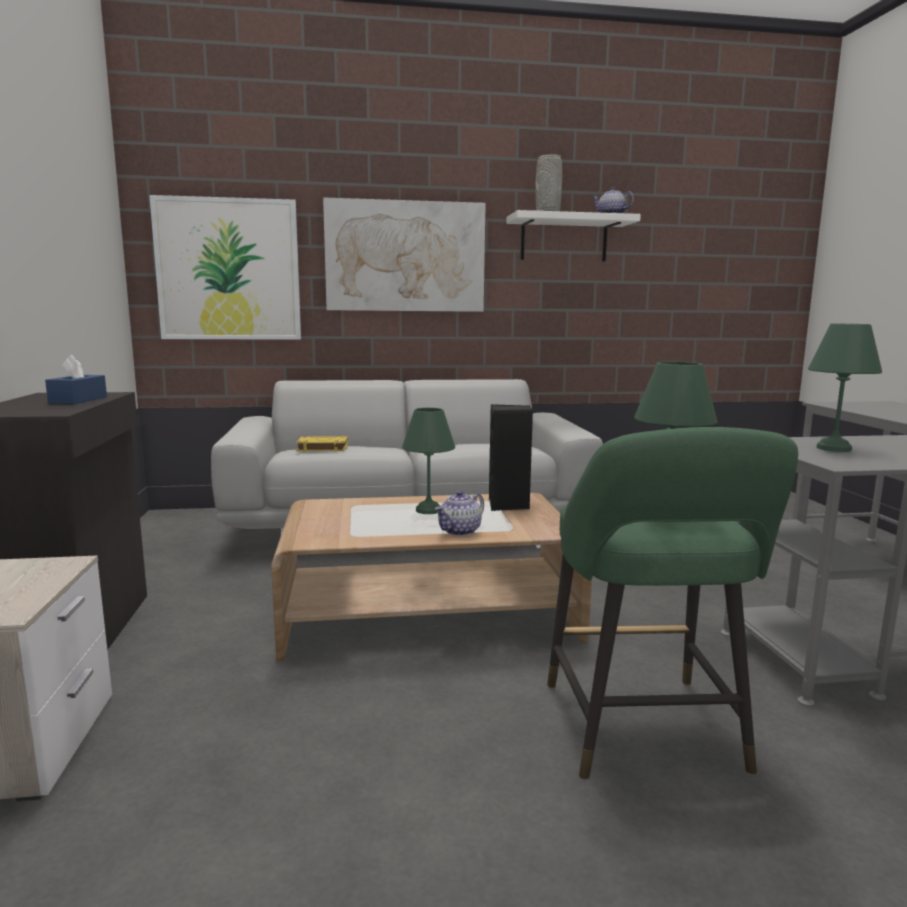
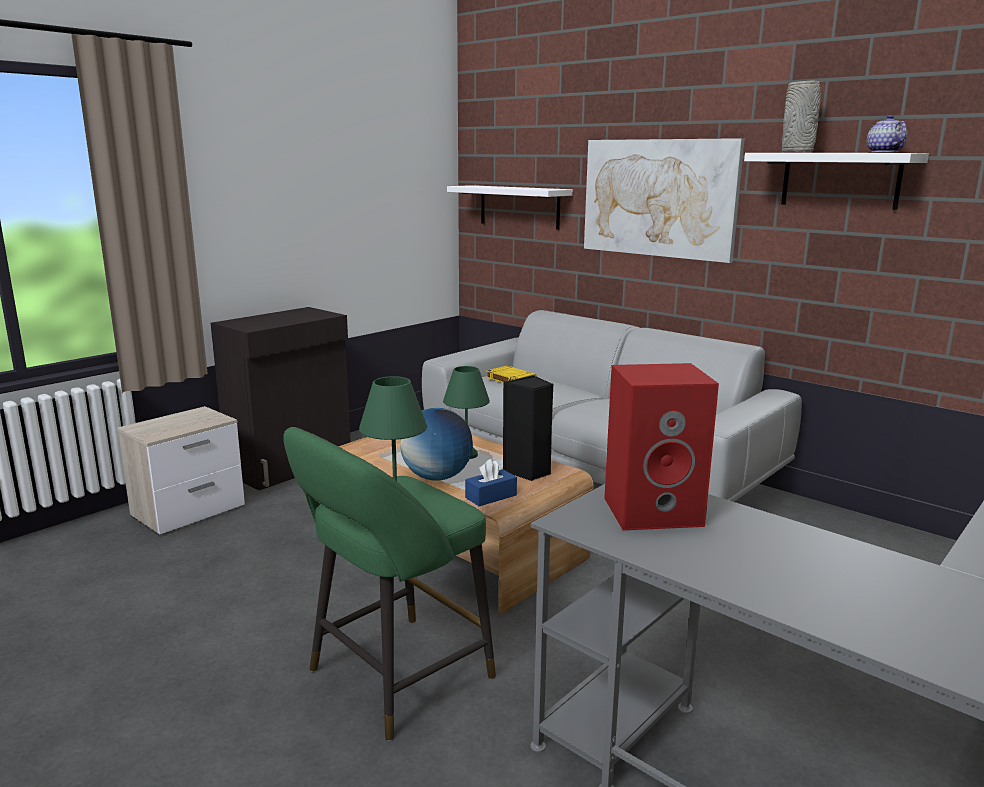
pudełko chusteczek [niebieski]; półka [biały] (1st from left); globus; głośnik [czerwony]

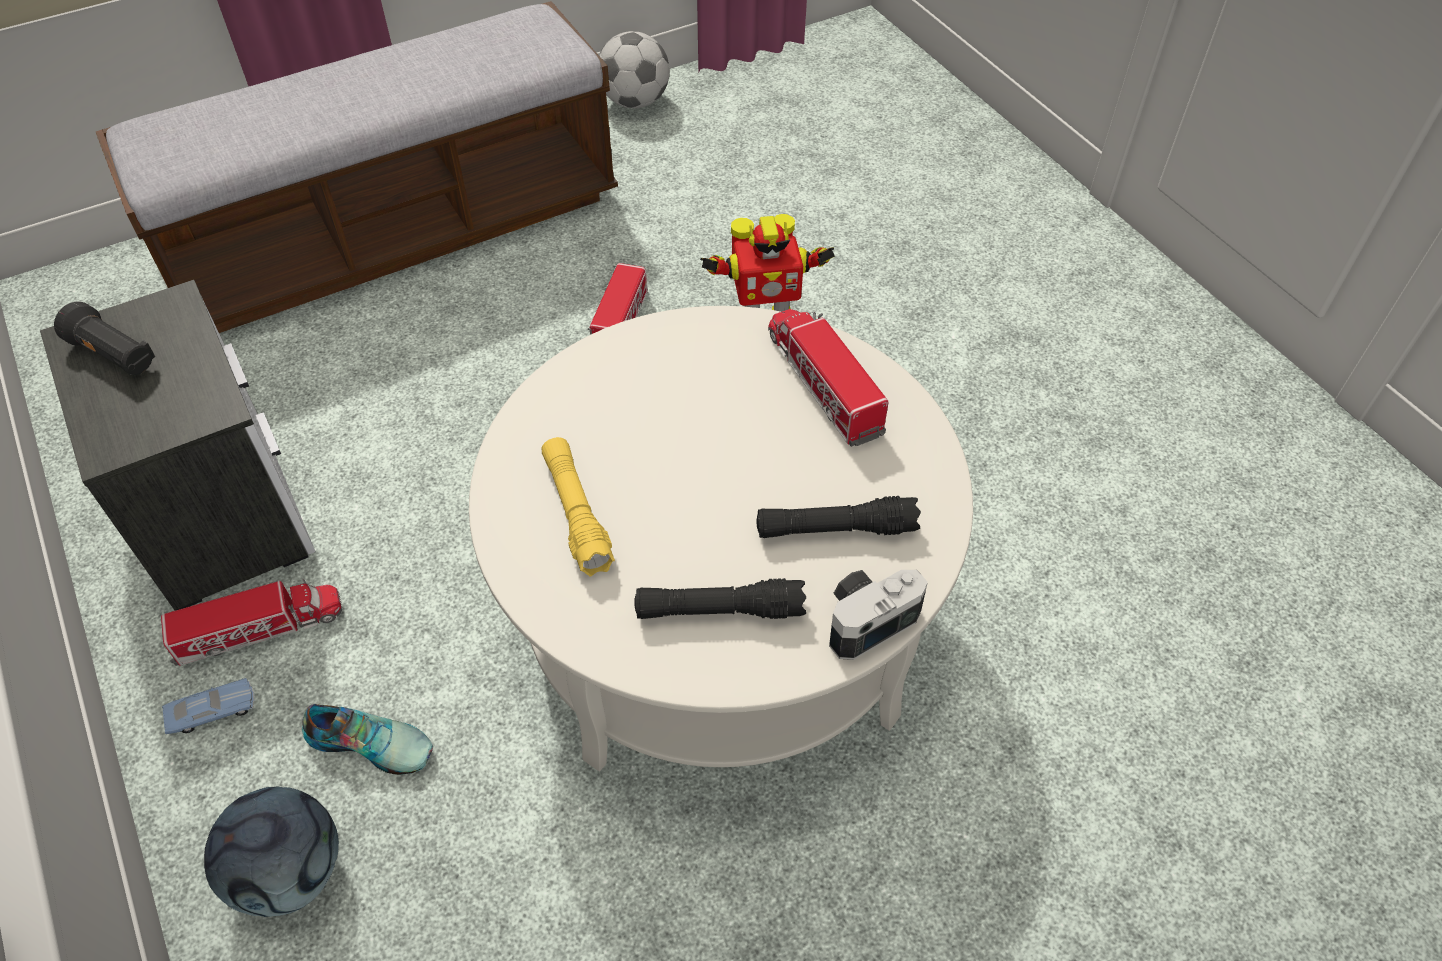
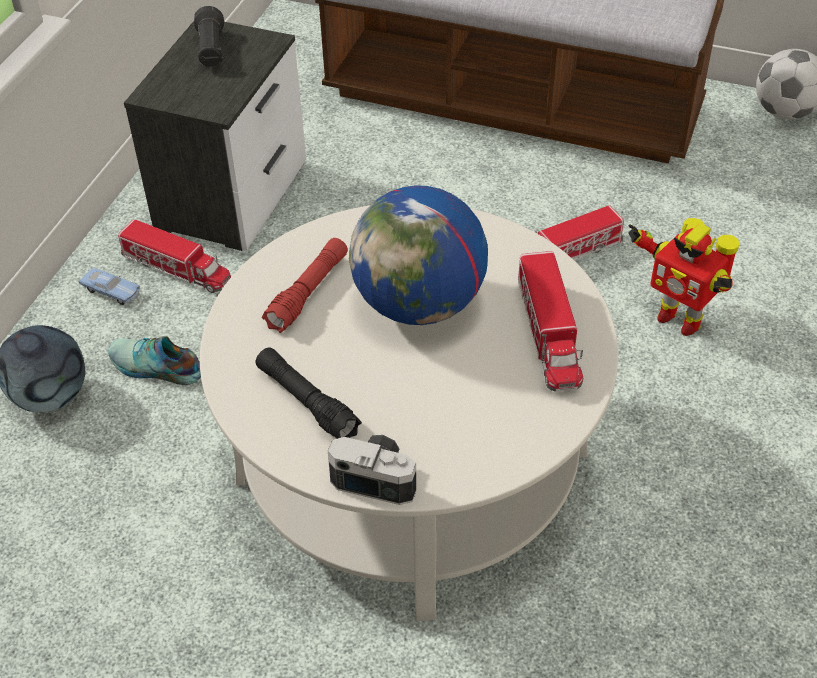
latarka [czarny] (3rd from left in the first image); globus; latarka [czerwony]; but; ciężarówka zabawkowa (2nd from left)

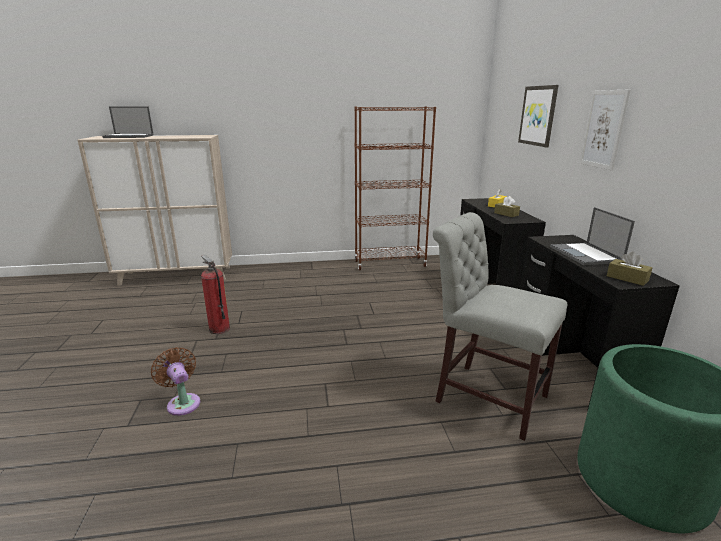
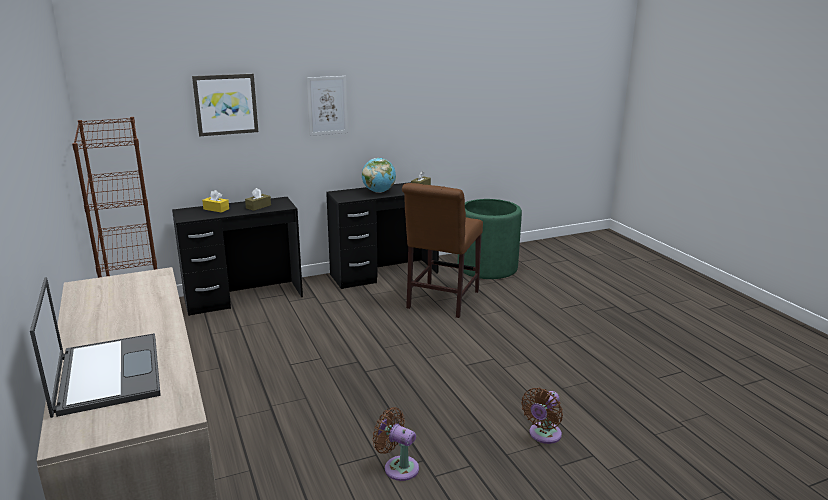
wentylator [brązowy] (1st from left); globus; krzesło [brązowy]

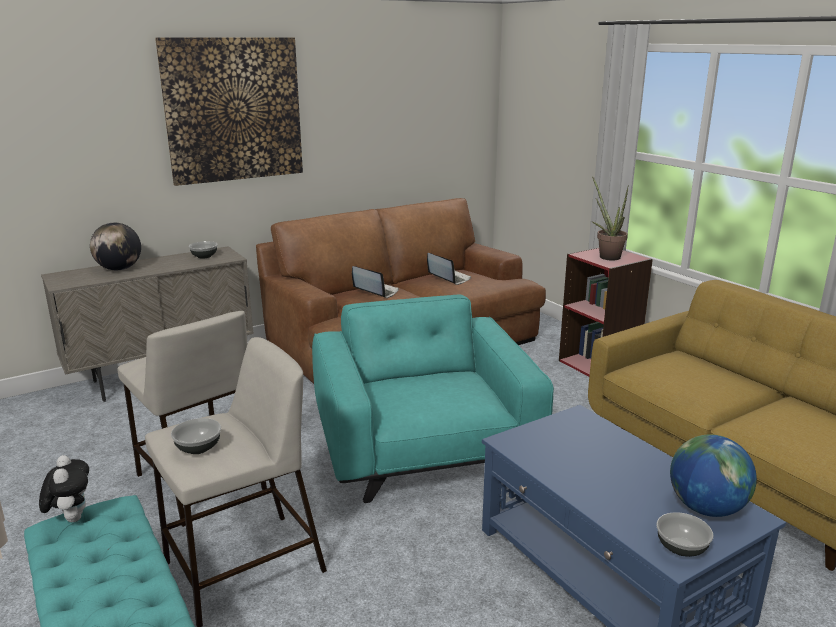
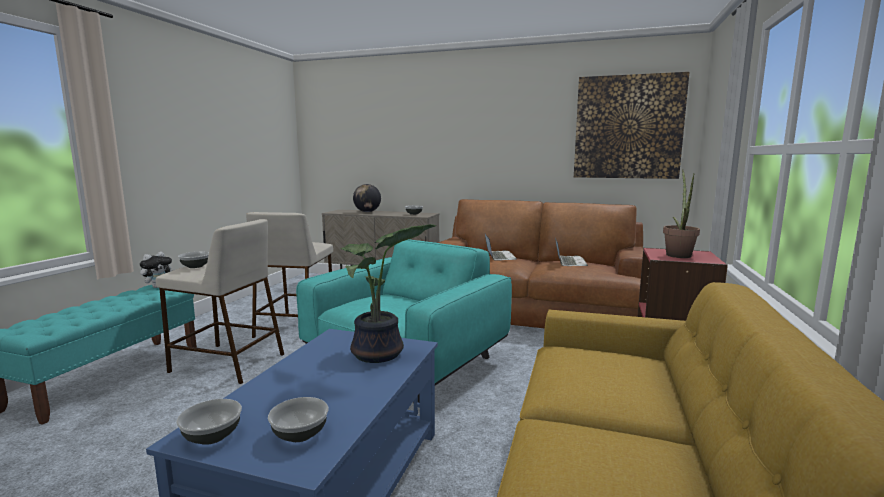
roślina doniczkowa (1st from left); obraz; miska (3rd from left)

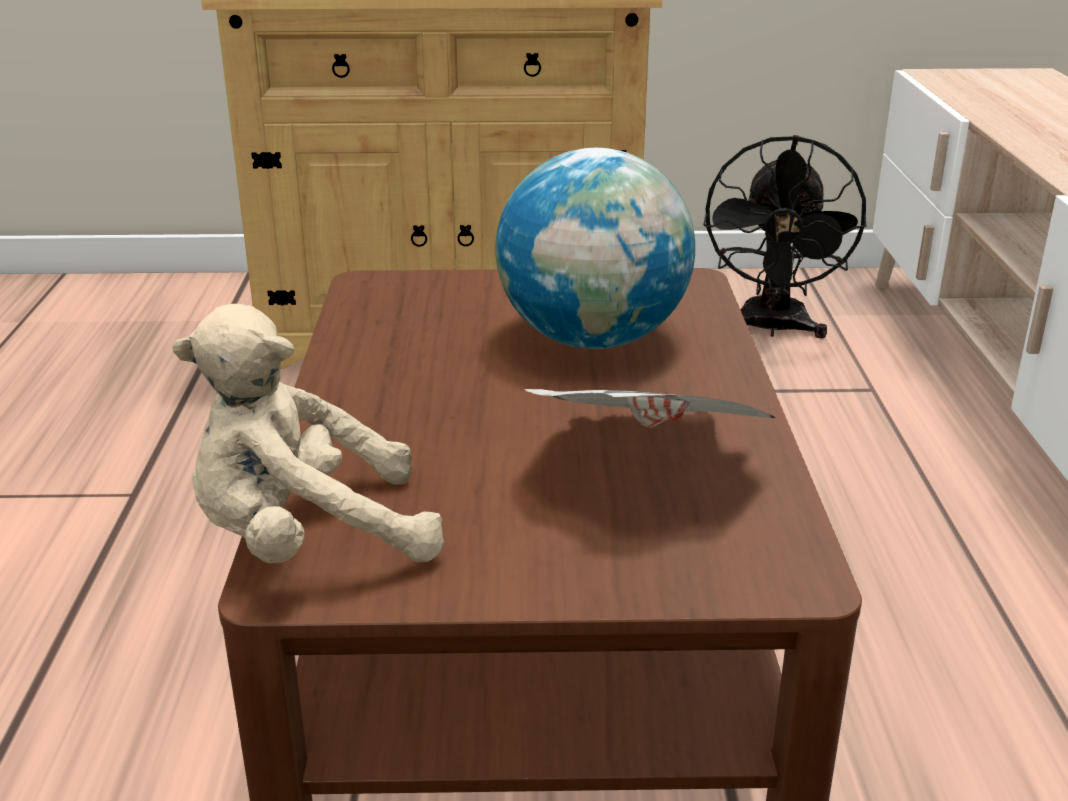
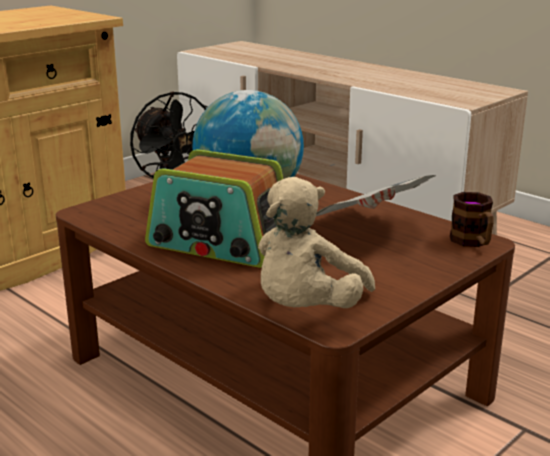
radio; kubek

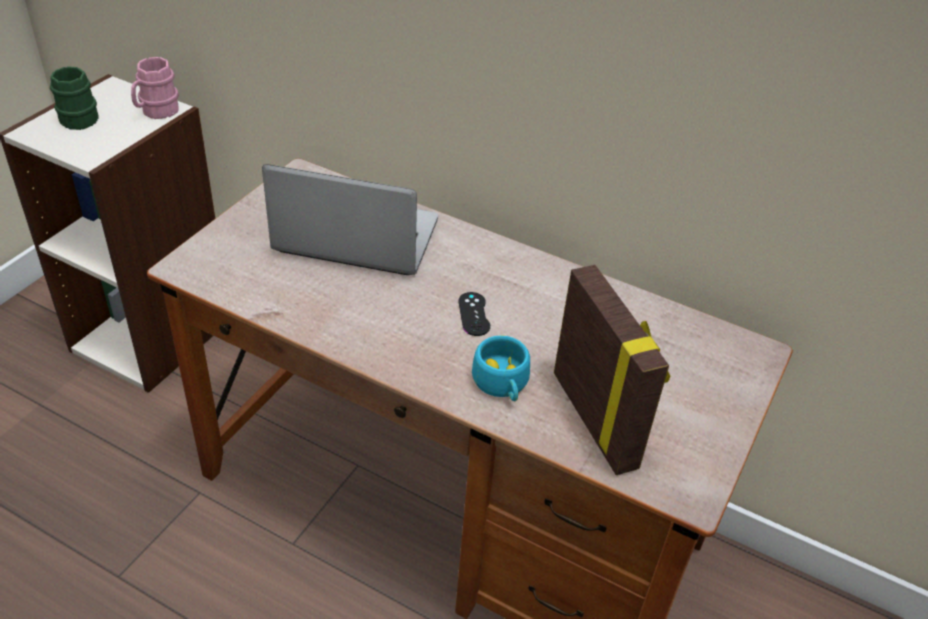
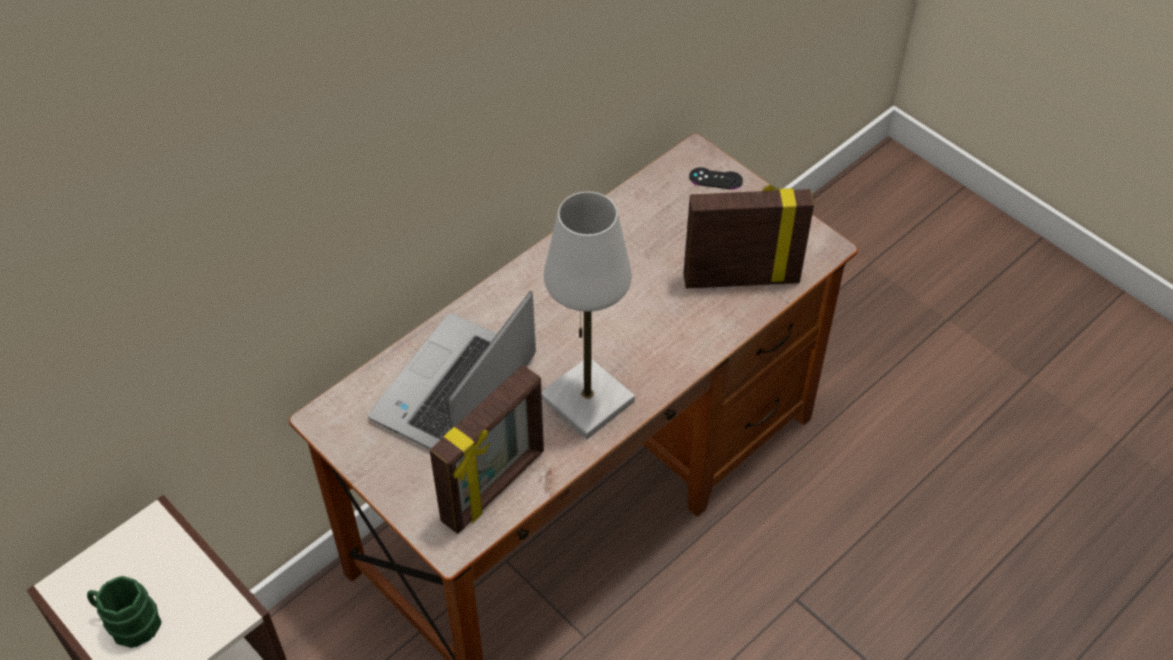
kubek [różowy]; filiżanka [turkusowy]; ramka na zdjęcie (1st from left); lampa stołowa [biały]; pad do gier [czarny]

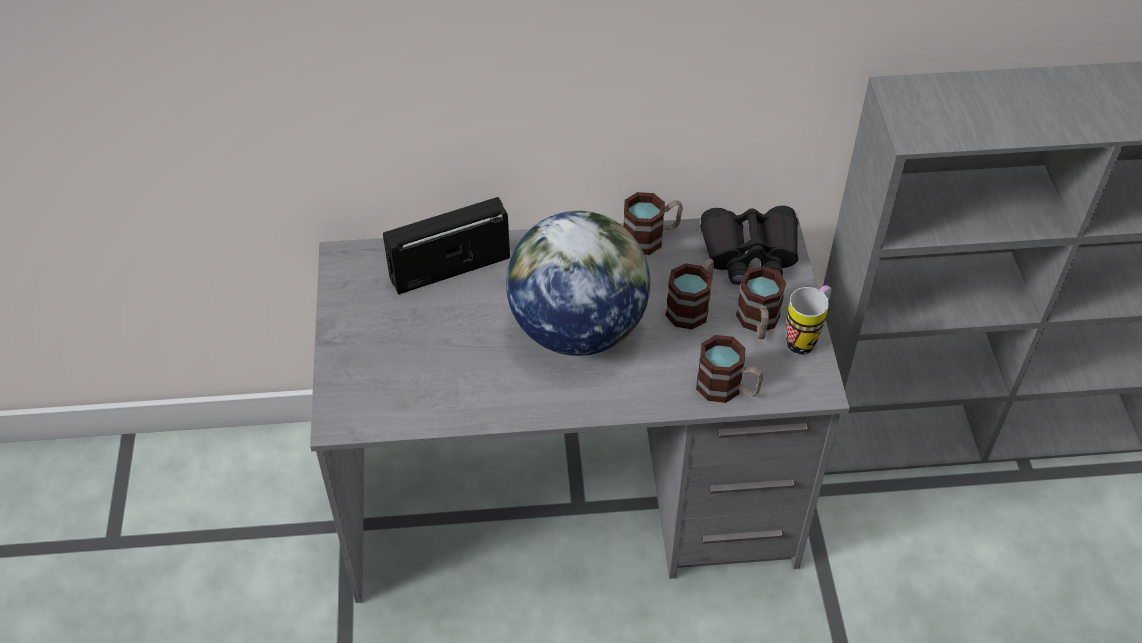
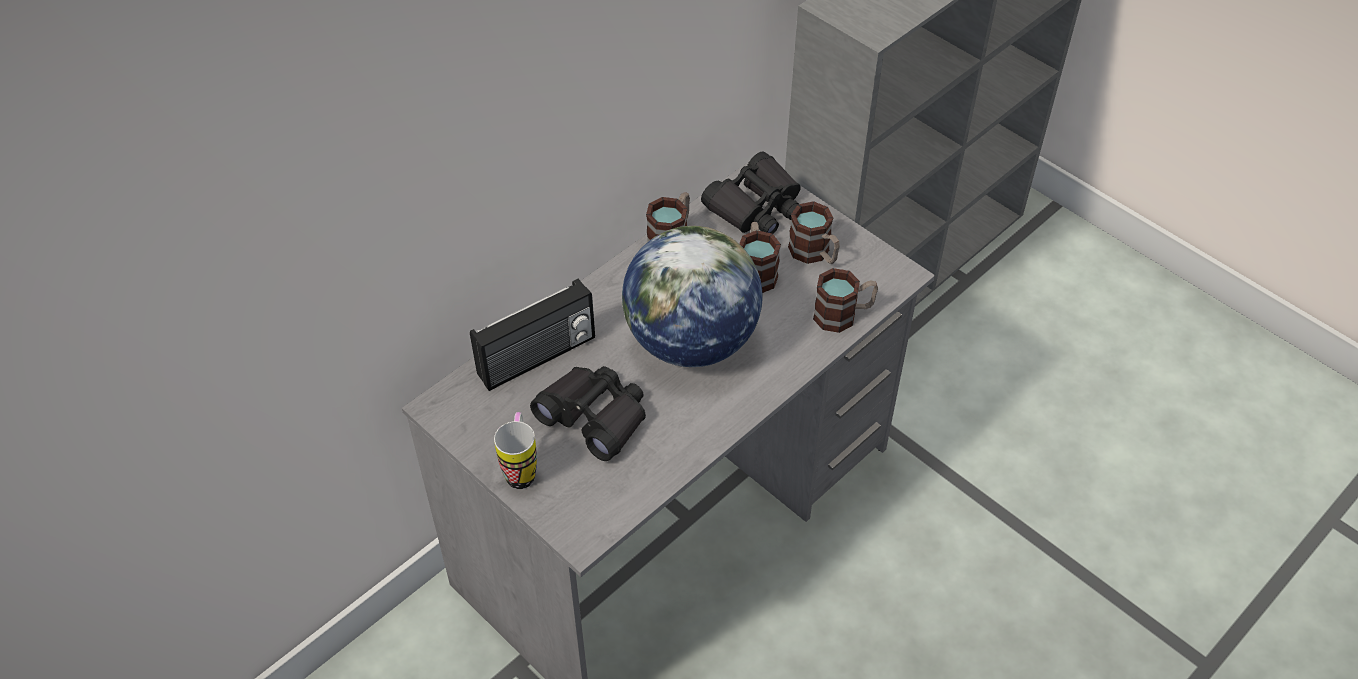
lornetka [czarny] (1st from left); kubek (1st from left); radio

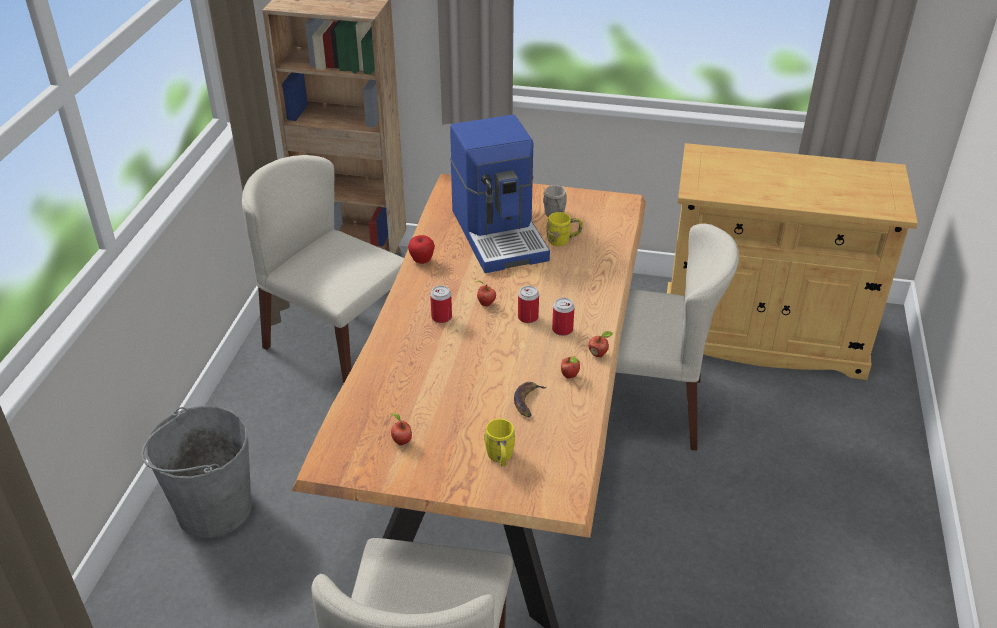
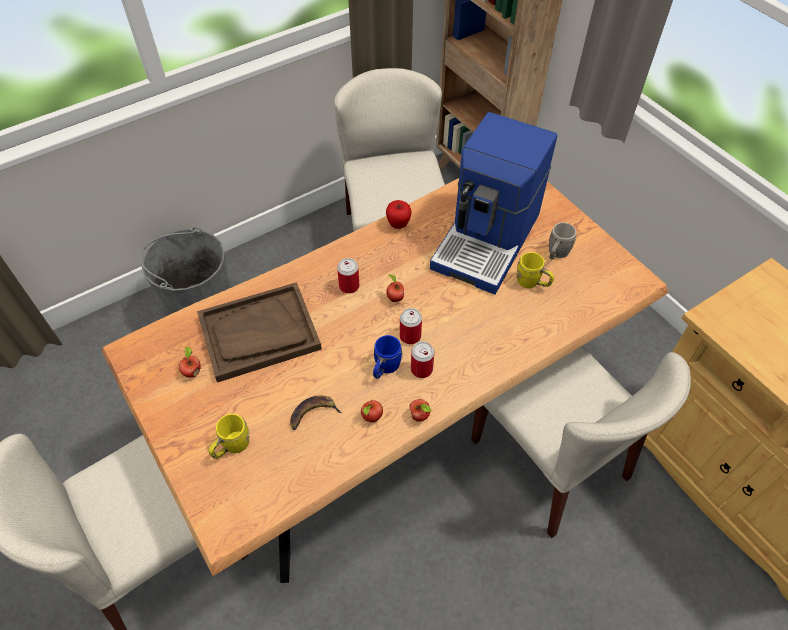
taca [brązowy]; kubek [niebieski]

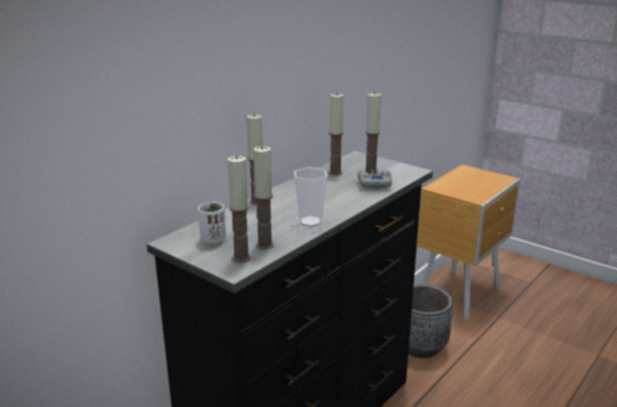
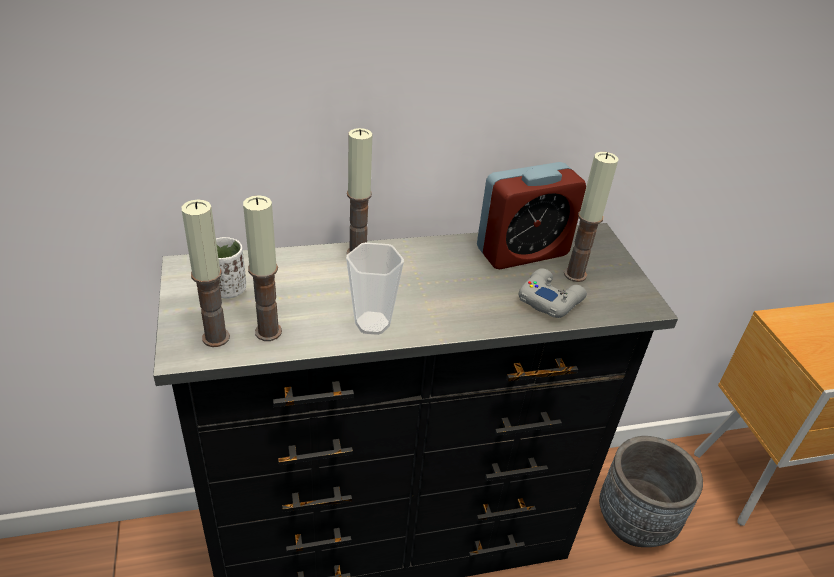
budzik

